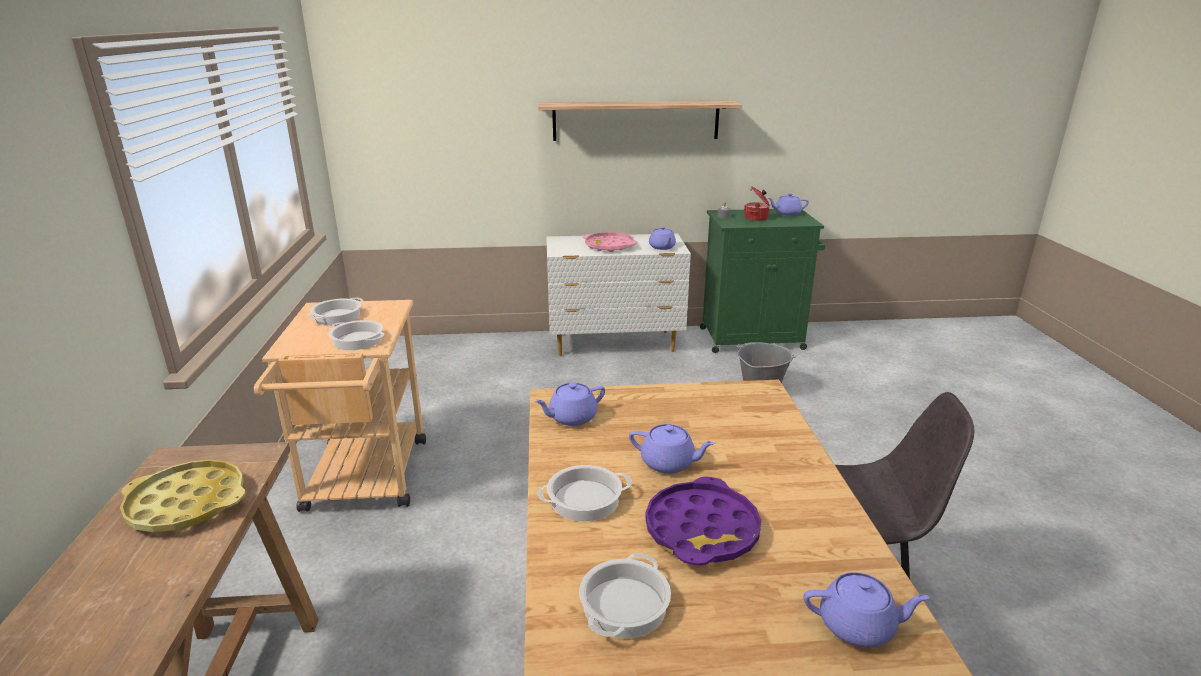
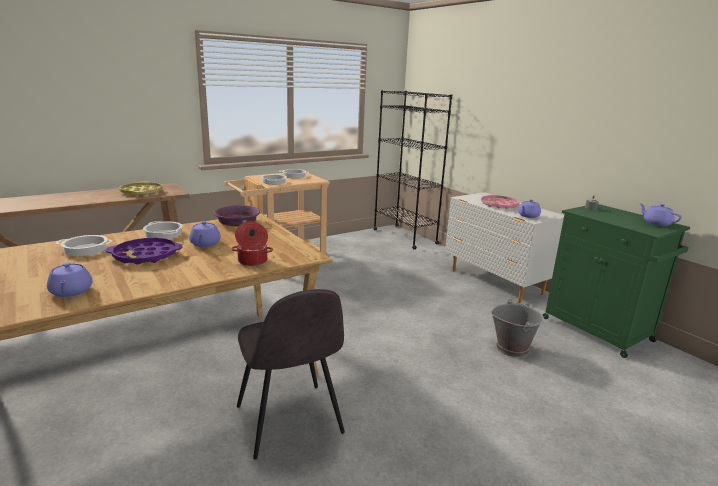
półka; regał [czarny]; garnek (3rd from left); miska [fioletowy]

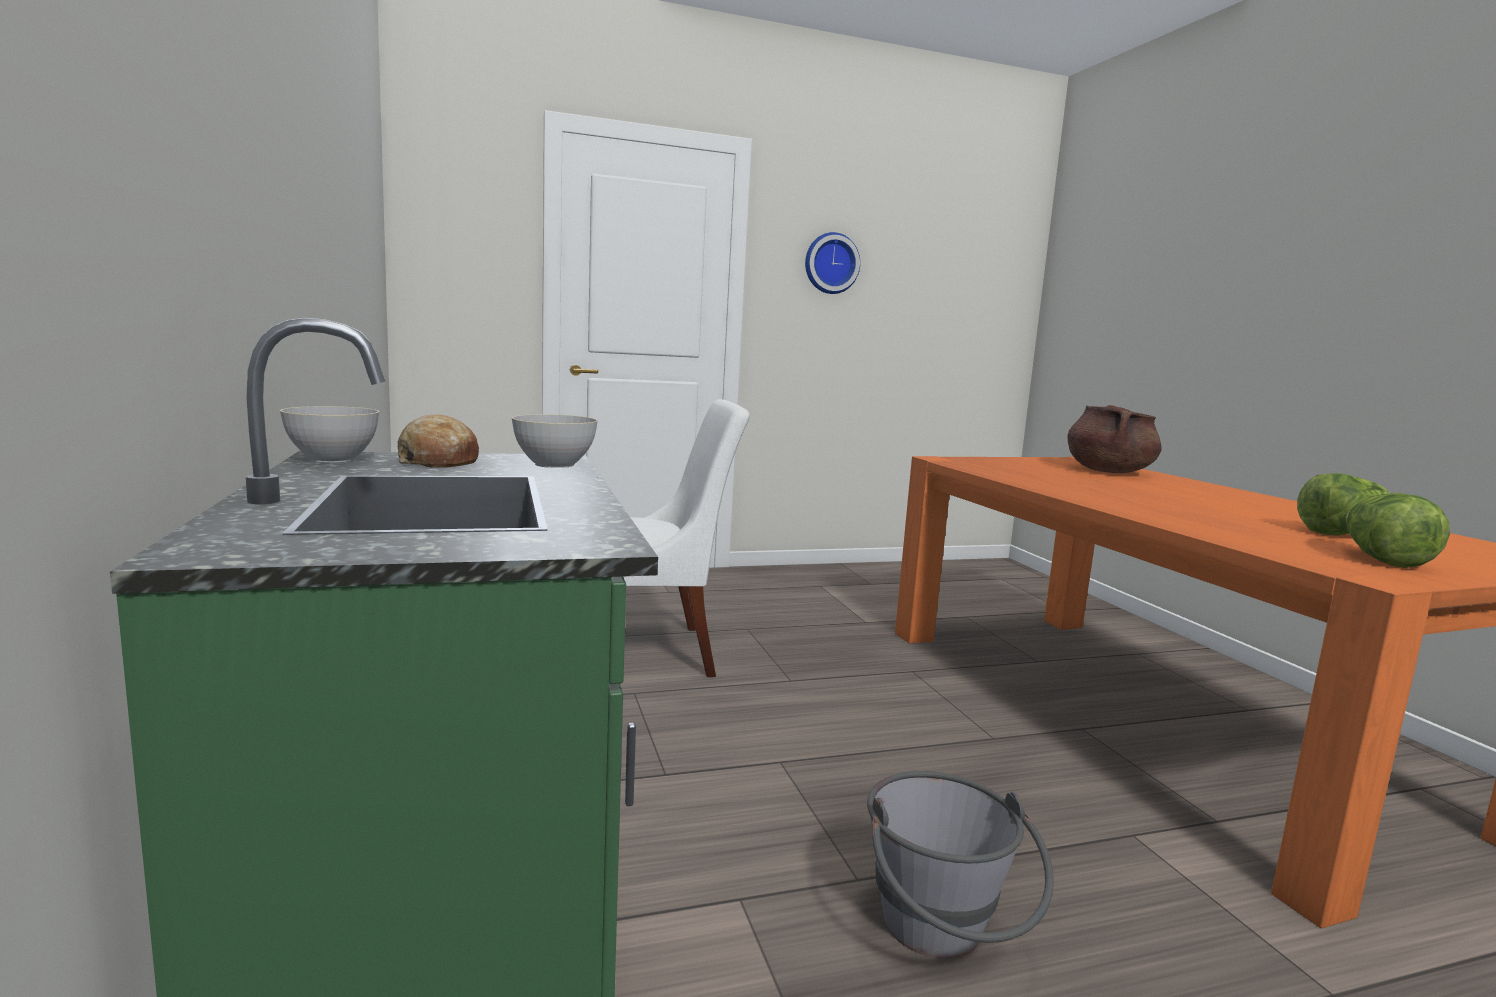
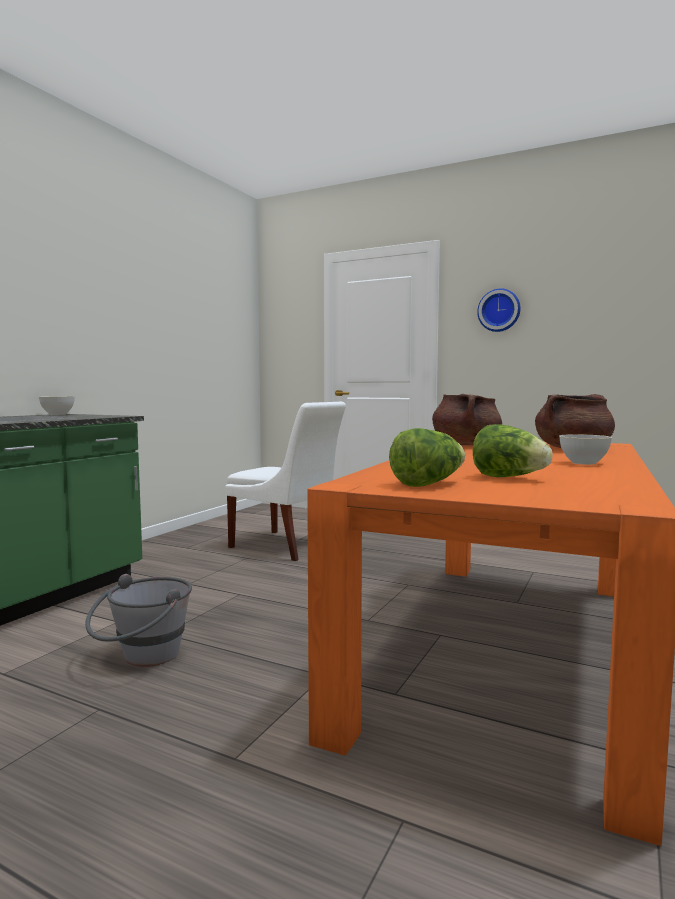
chleb; garnek [brązowy] (1st from left); miska [szary] (2nd from left)

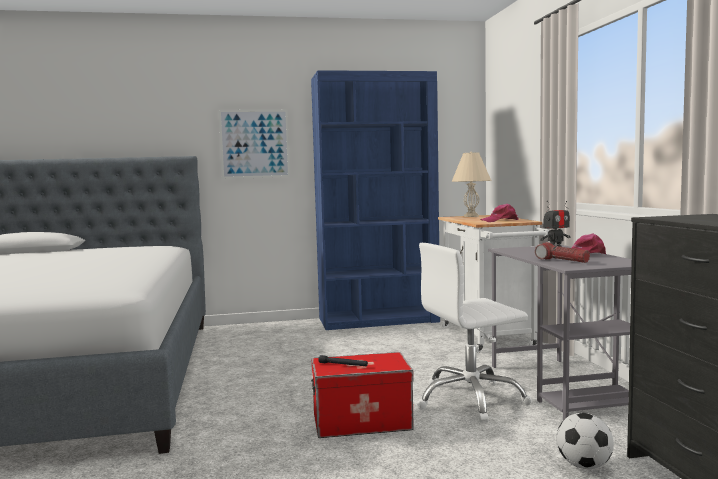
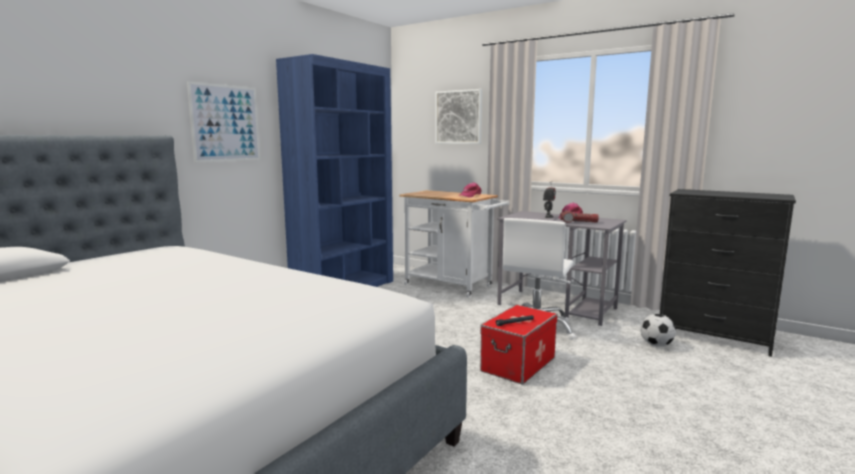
lampa stołowa [beżowy]; obraz (2nd from left)

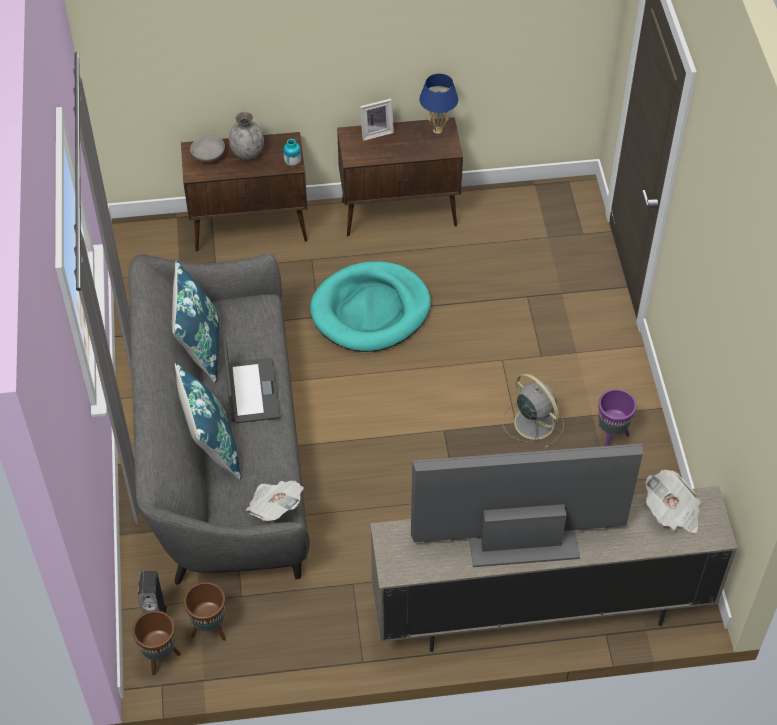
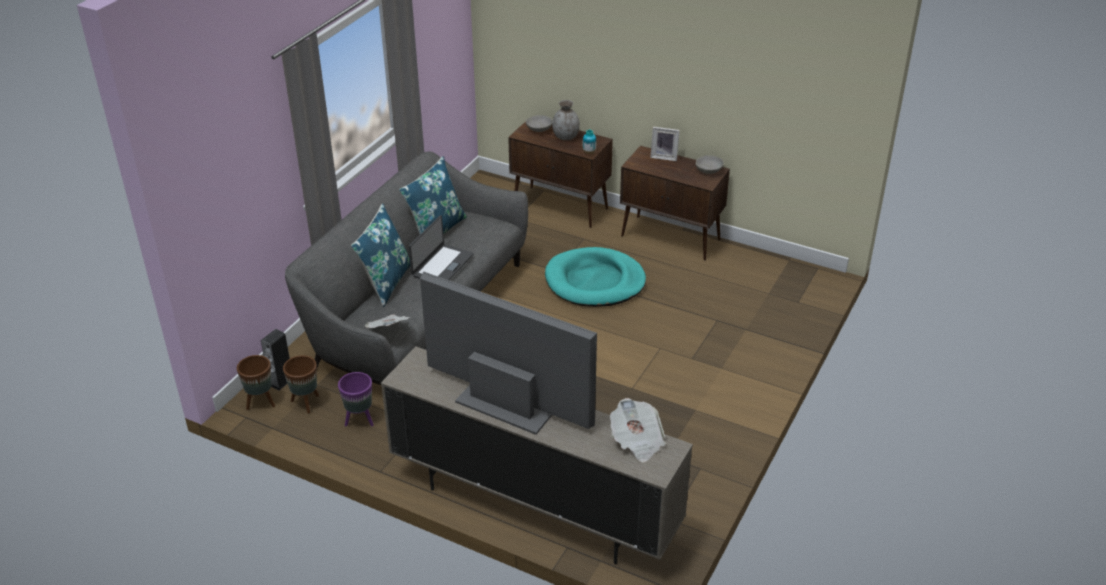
wentylator [szary]; donica [fioletowy]; miska [szary] (2nd from left)

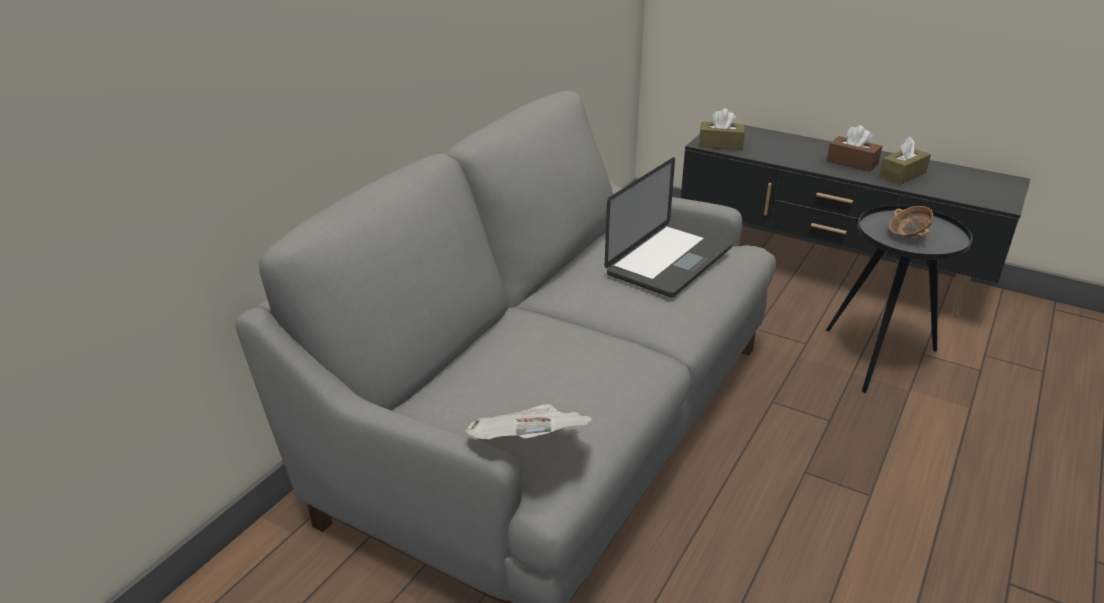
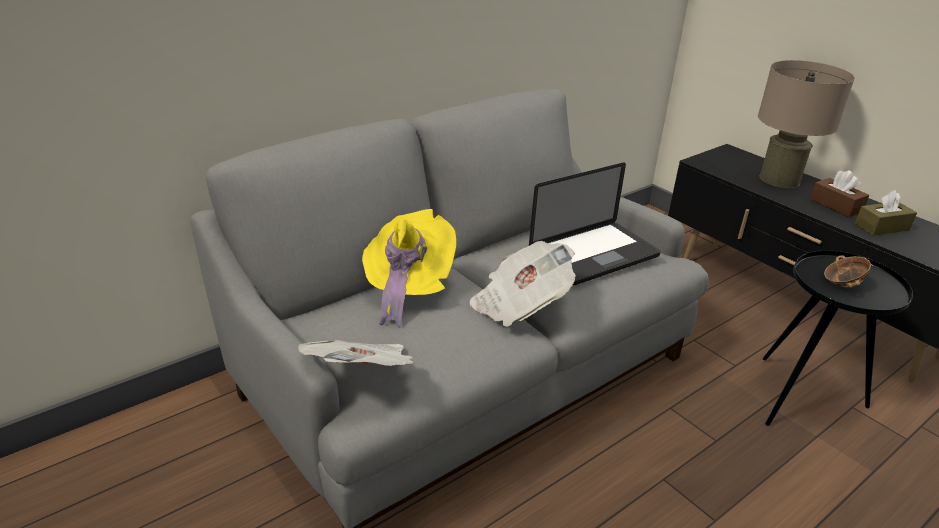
pudełko chusteczek [brązowy] (1st from left in the first image); kapelusz [żółty]; gazeta (2nd from left); lampa stołowa [beżowy]

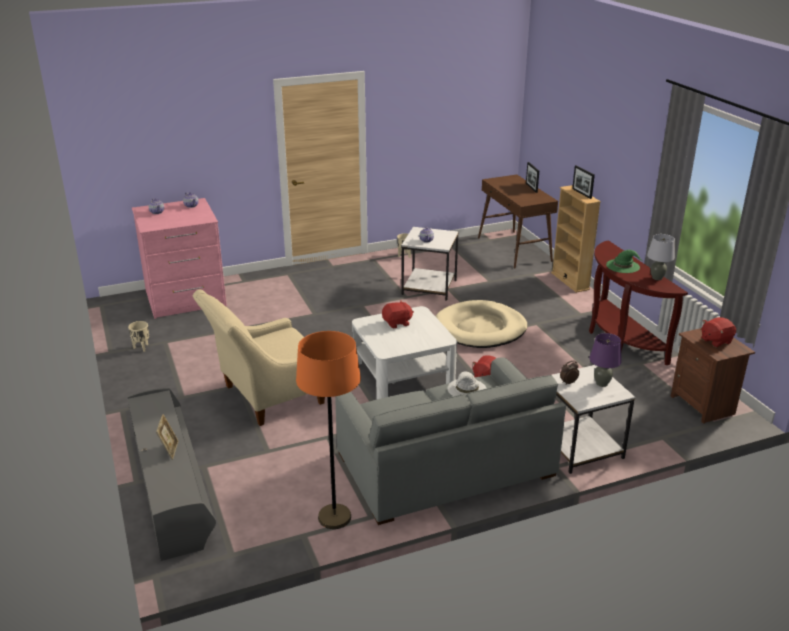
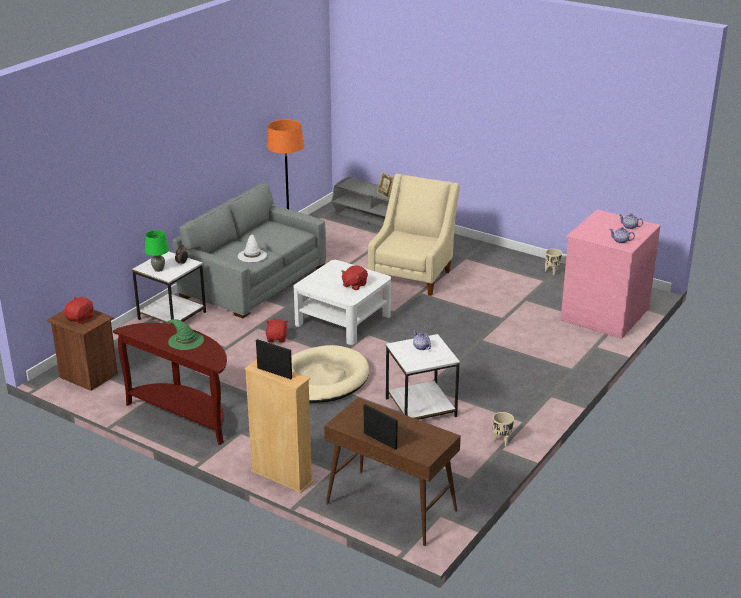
lampa stołowa [szary]; lampa stołowa [zielony]

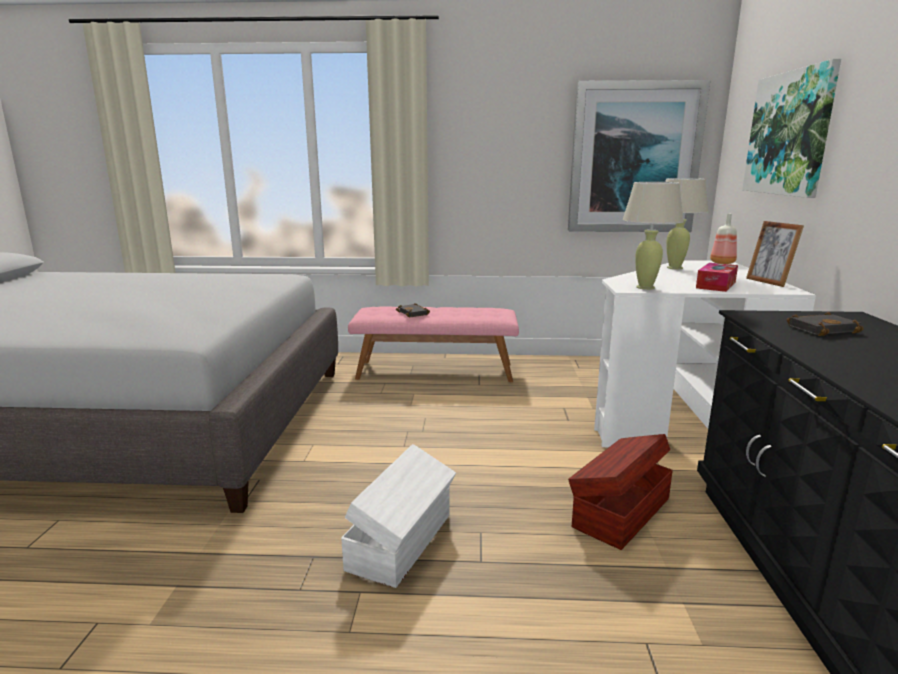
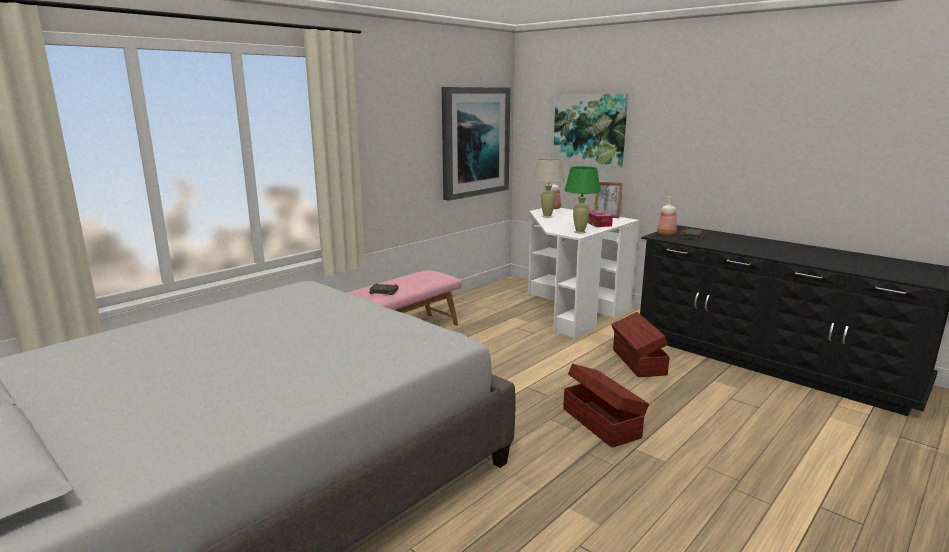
butelka (2nd from left); pojemnik do przechowywania [brązowy] (1st from left); lampa stołowa [zielony]

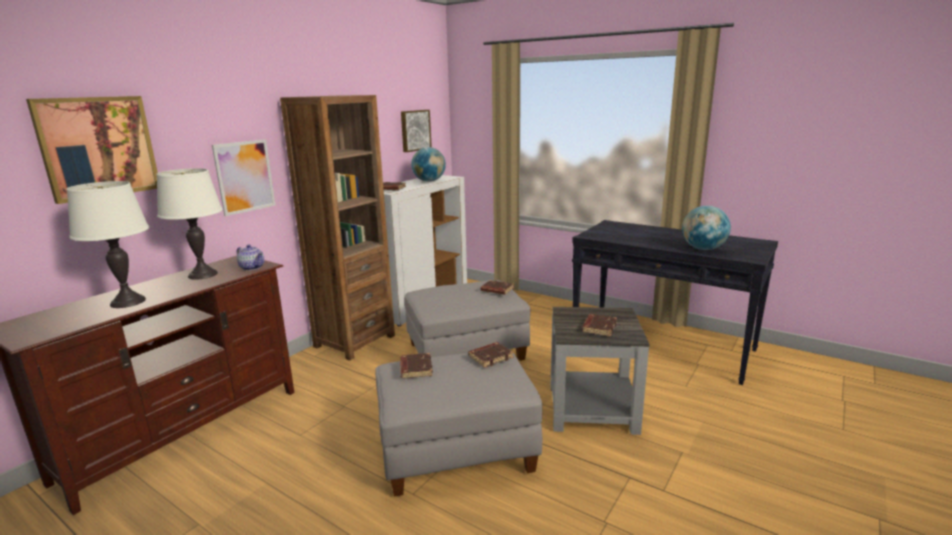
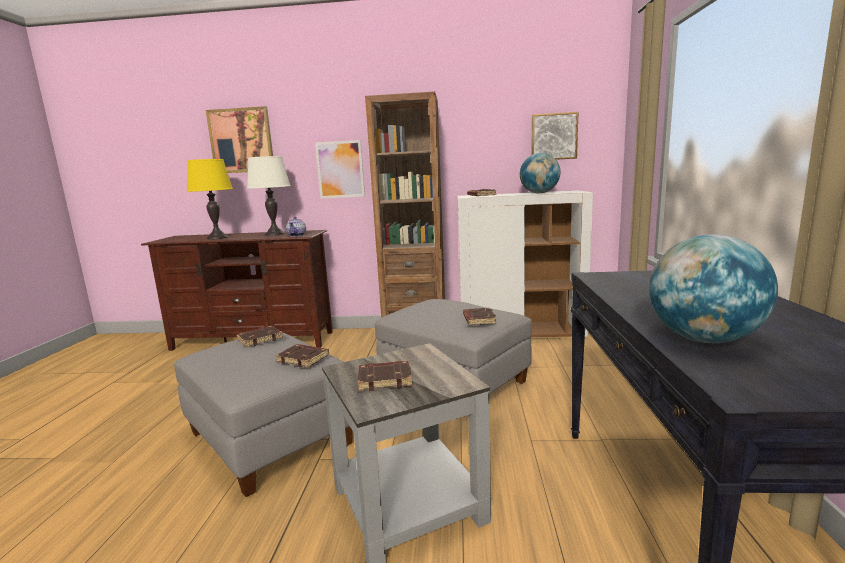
lampa stołowa [żółty]

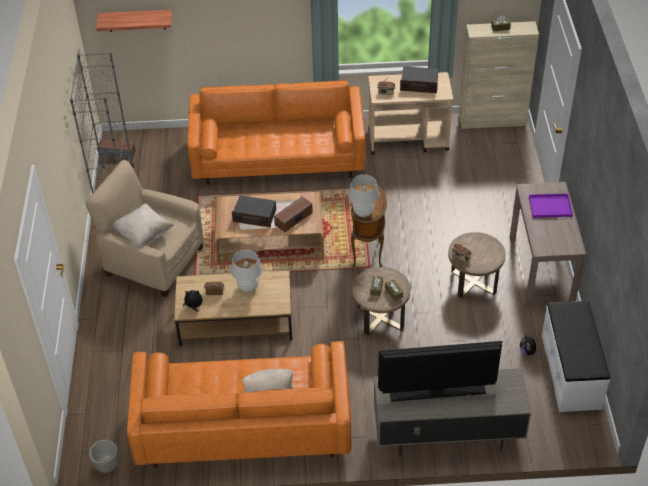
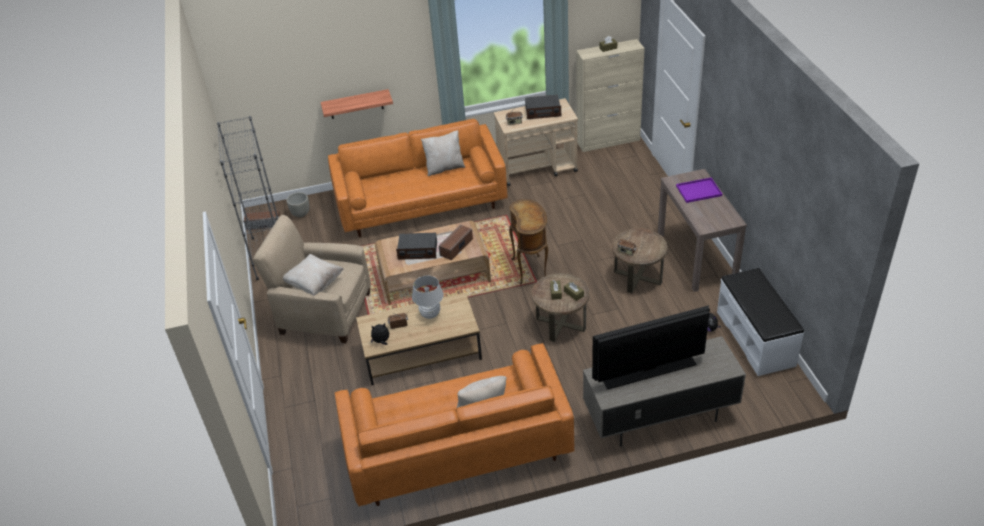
lampa stołowa [biały] (2nd from left in the first image); poduszka [beżowy] (2nd from left); donica [szary]; półka

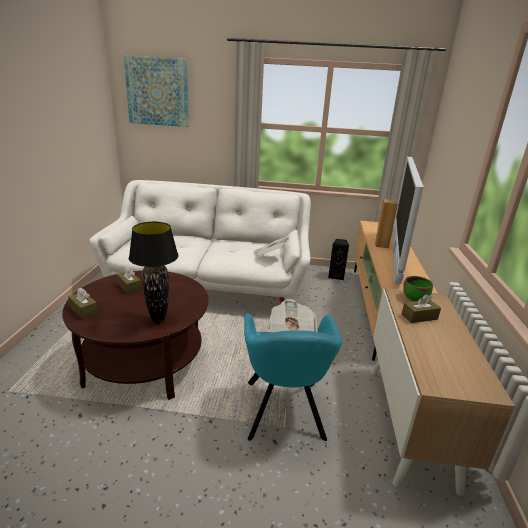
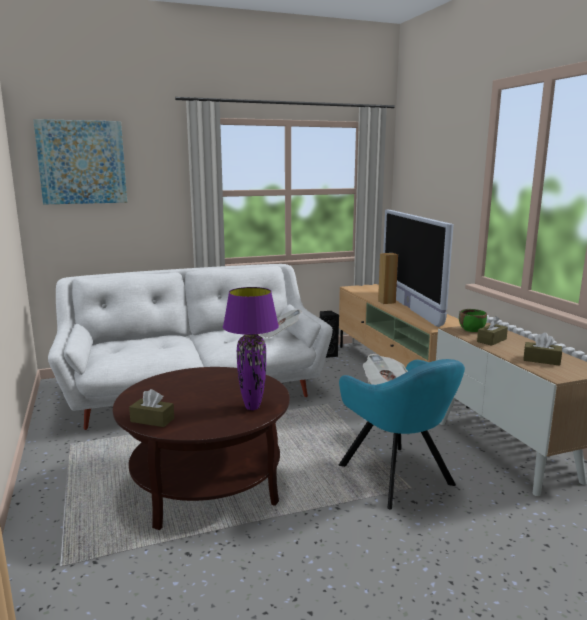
pudełko chusteczek [brązowy] (3rd from left); lampa stołowa [fioletowy]

